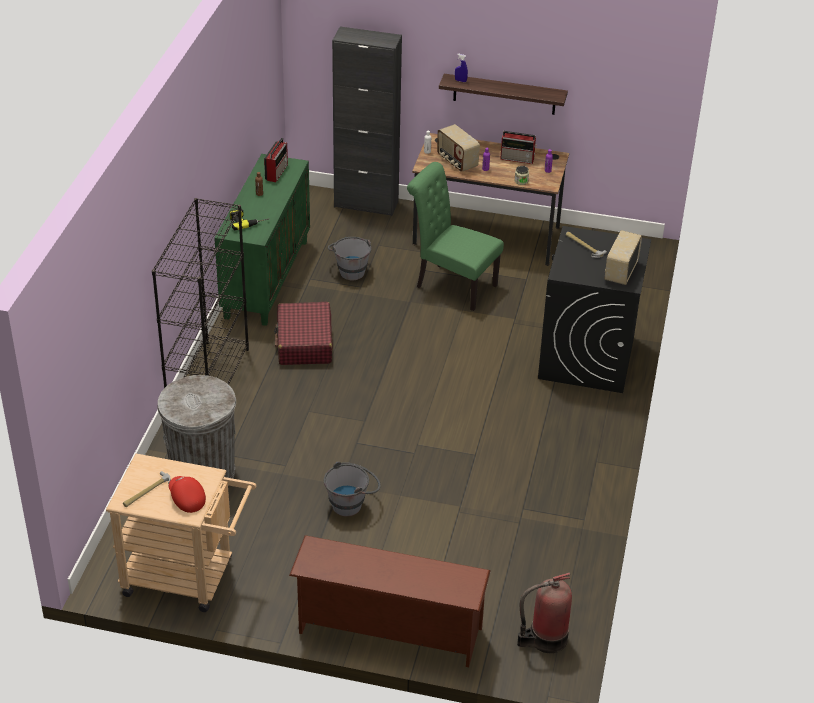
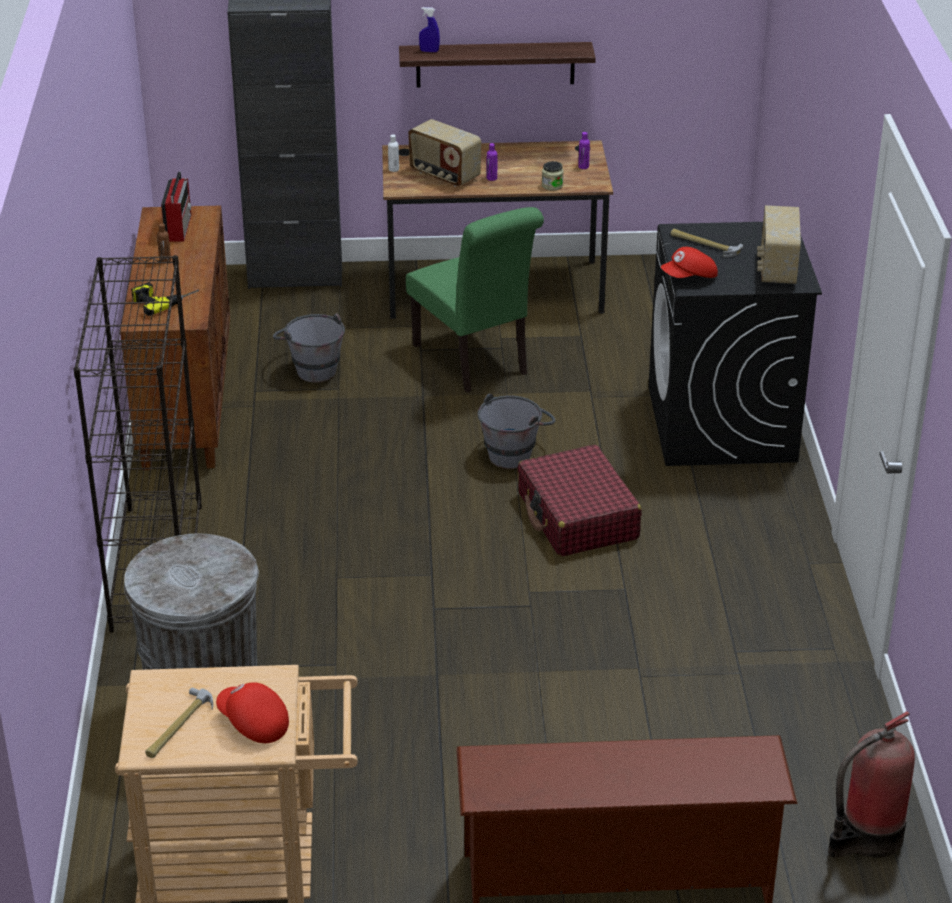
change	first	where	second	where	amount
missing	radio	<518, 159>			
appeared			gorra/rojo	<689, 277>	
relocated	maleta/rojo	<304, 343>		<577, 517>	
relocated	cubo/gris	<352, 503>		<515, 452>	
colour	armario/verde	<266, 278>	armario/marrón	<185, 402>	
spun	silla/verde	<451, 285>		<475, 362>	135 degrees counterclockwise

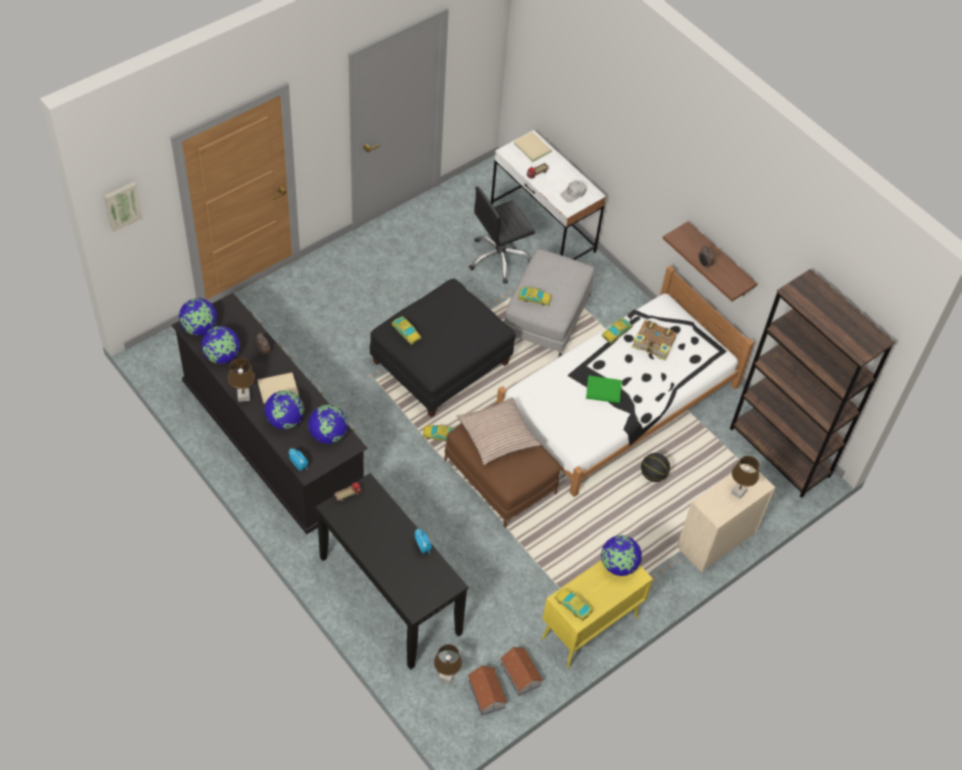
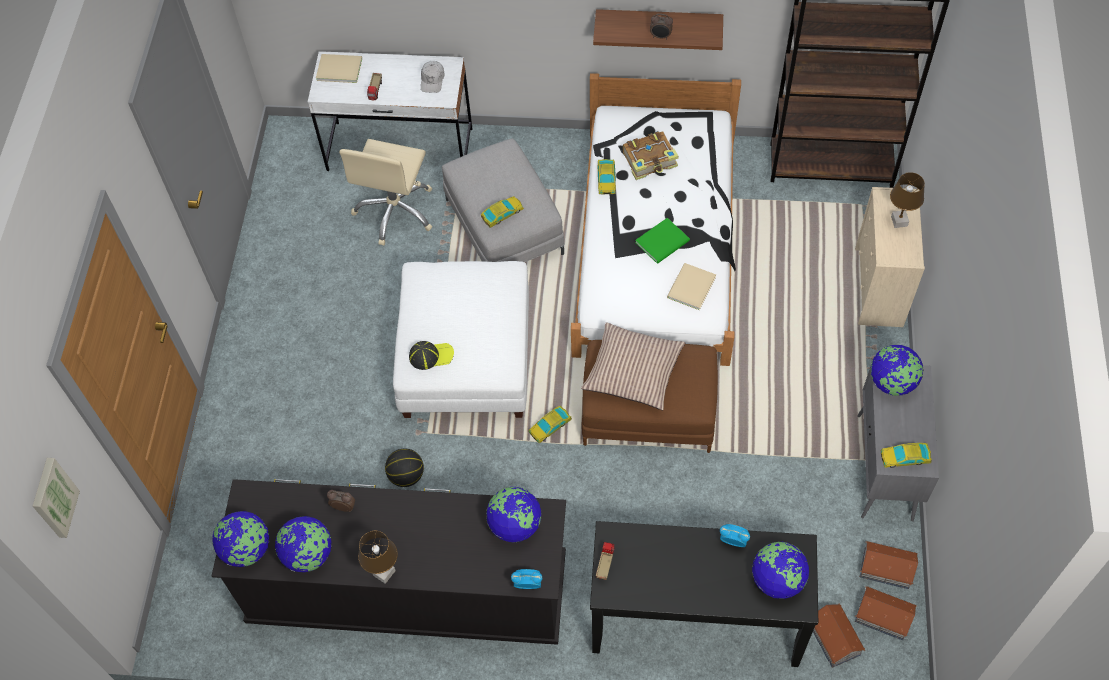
change	first	where	second	where	amount
relocated	libro/beis	<276, 388>		<689, 288>	
relocated	globo terráqueo	<285, 420>		<777, 580>	
relocated	balón de baloncesto	<653, 475>		<406, 476>	
exchanged	coche de juguete	<406, 332>	gorra	<431, 355>	
exchanged	lámpara de mesa/marrón	<446, 677>	casita	<834, 639>	
colour	puf/negro	<441, 362>	puf/blanco	<466, 358>	
colour	silla de oficina/negro	<499, 259>	silla de oficina/beis	<395, 211>	
colour	armario/amarillo	<589, 628>	armario/gris	<884, 468>	

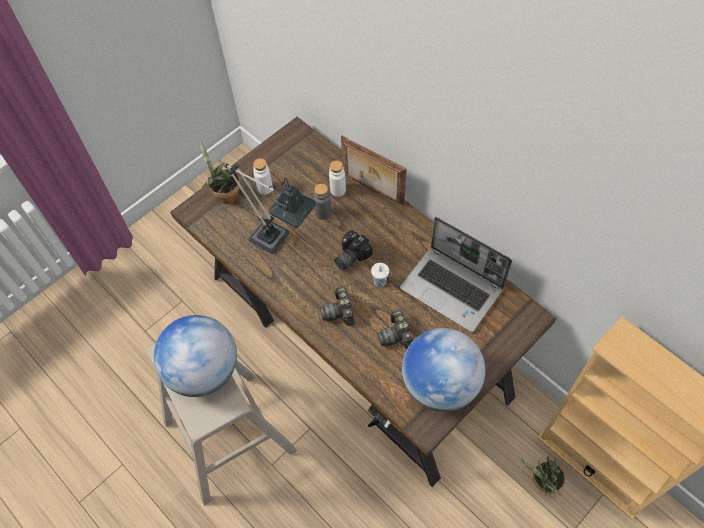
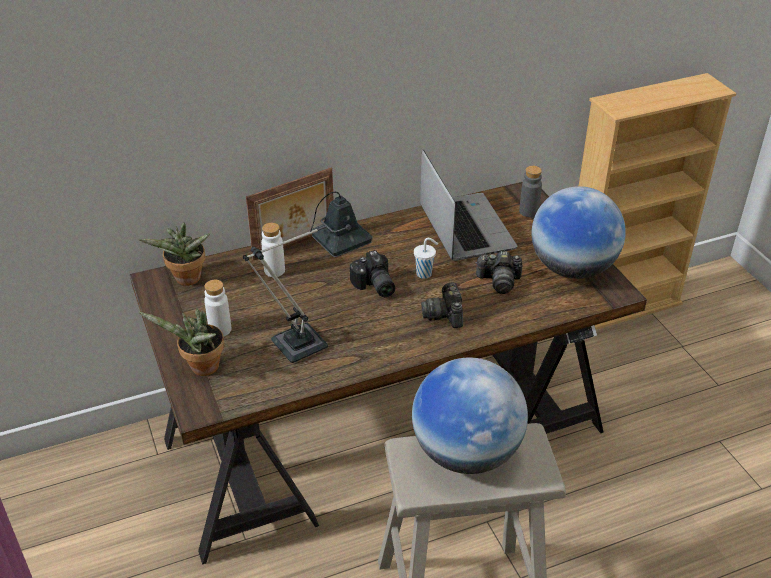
change	first	where	second	where	amount
relocated	botella/gris	<323, 213>		<528, 211>	
relocated	planta en maceta	<541, 483>		<186, 281>	
spun	cámara	<339, 312>		<445, 314>	75 degrees clockwise
spun	portátil	<453, 289>		<464, 228>	75 degrees counterclockwise

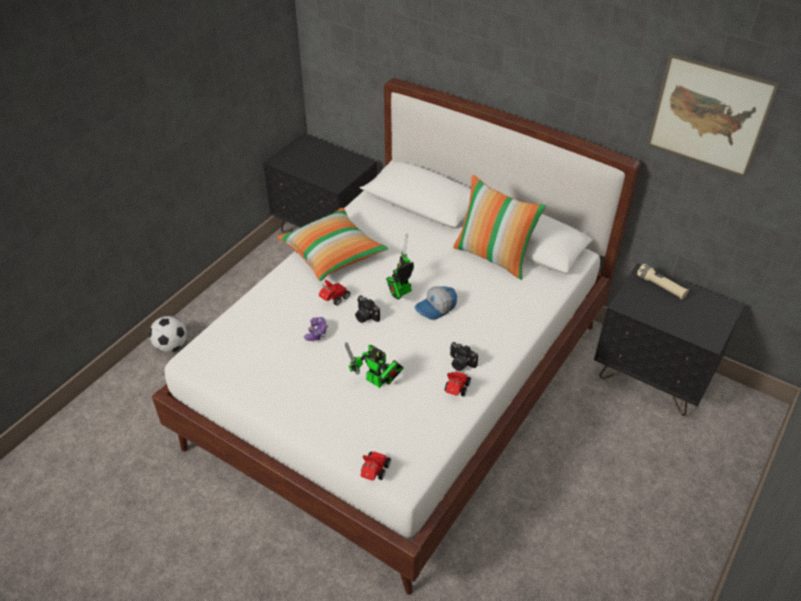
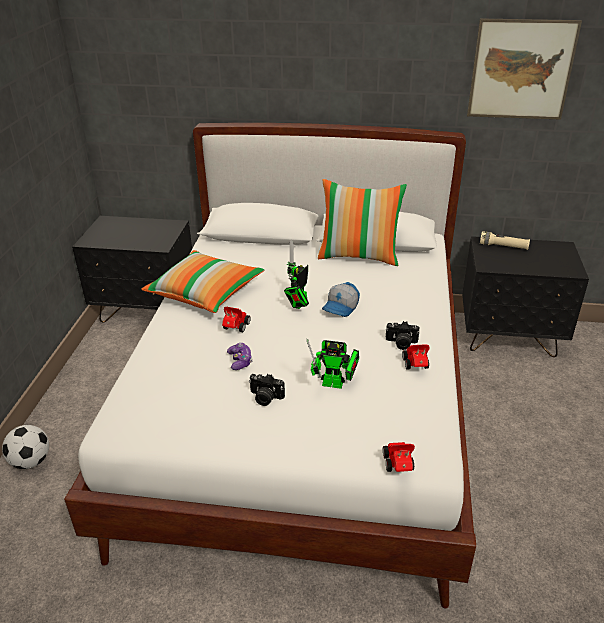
change	first	where	second	where	amount
relocated	cámara	<365, 316>		<265, 398>	

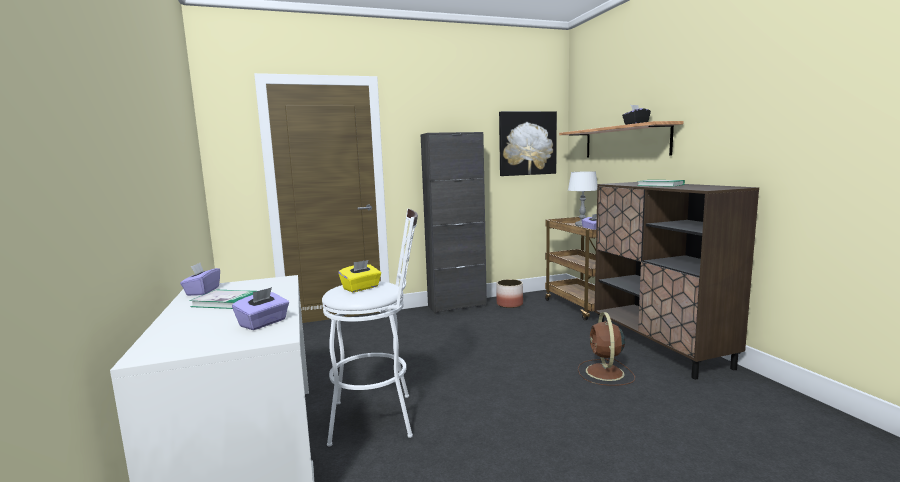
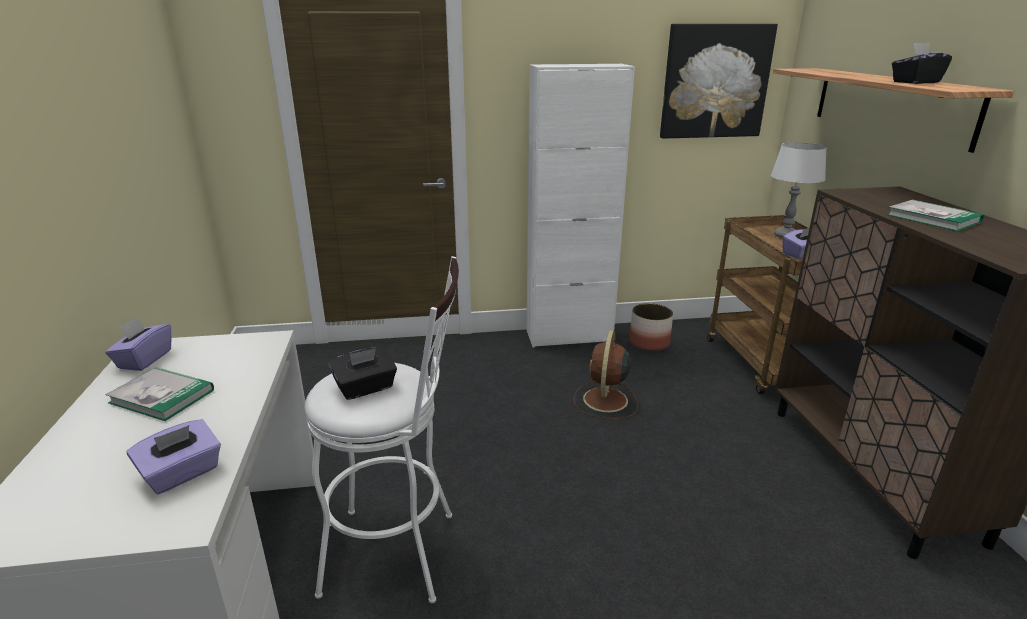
change	first	where	second	where	amount
relocated	ventilador/marrón	<605, 373>		<605, 401>	
colour	caja de pañuelos/amarillo	<361, 288>	caja de pañuelos/negro	<365, 388>	
colour	armario/negro	<457, 306>	armario/blanco	<569, 336>	

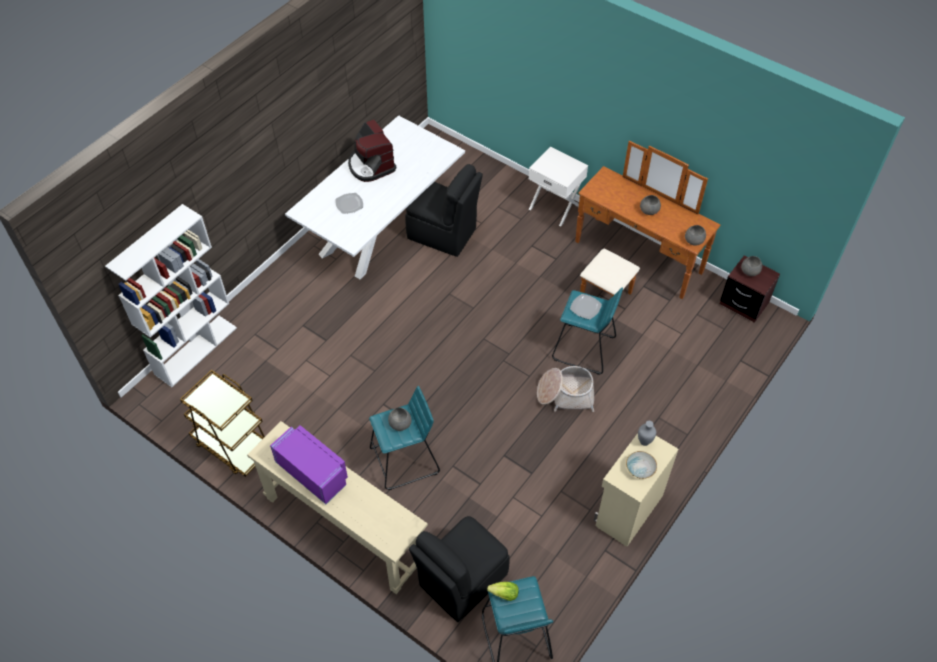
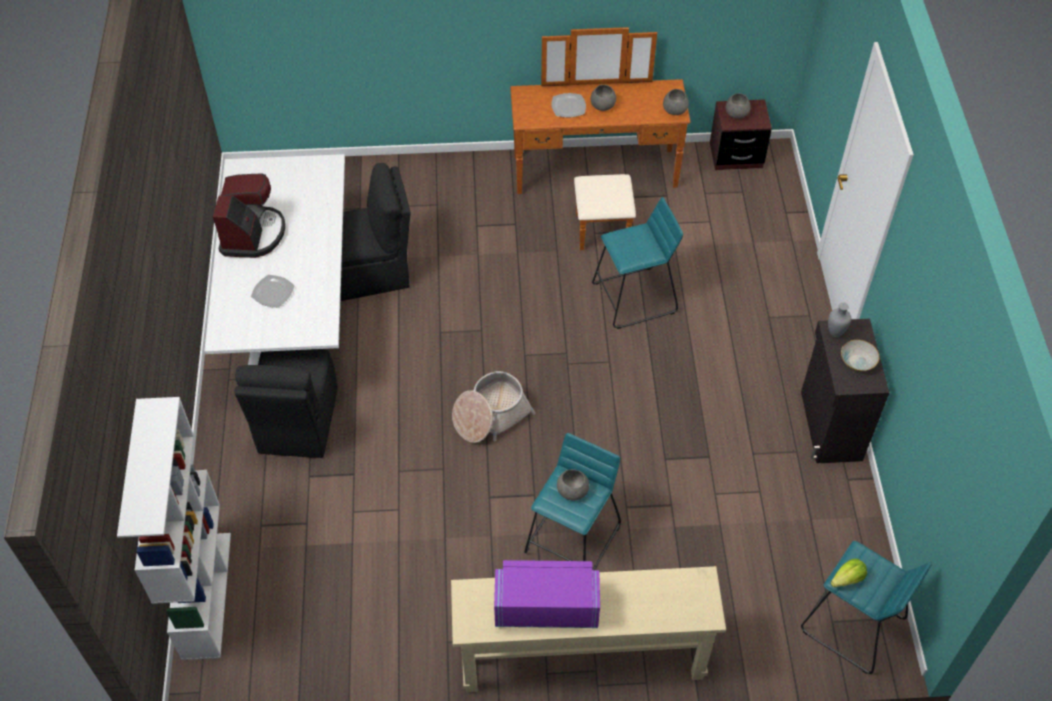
change	first	where	second	where	amount
missing	carrito/marrón	<233, 445>			
missing	mesita de noche/blanco	<555, 206>			
relocated	silla/negro	<461, 581>		<297, 423>	
relocated	cesta	<565, 394>		<490, 415>	
relocated	plato	<585, 307>		<568, 107>	
colour	armario/beis	<627, 510>	armario/negro	<829, 426>	
spun	cafetera	<371, 165>		<252, 234>	105 degrees counterclockwise

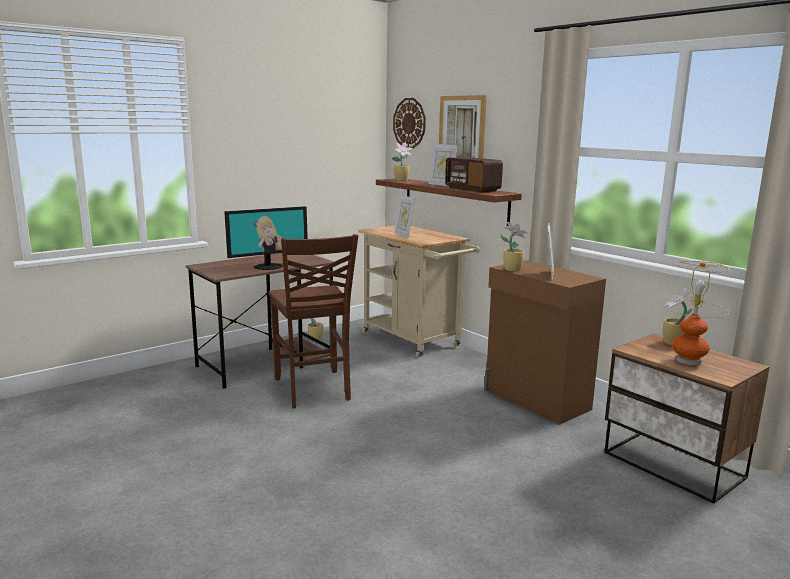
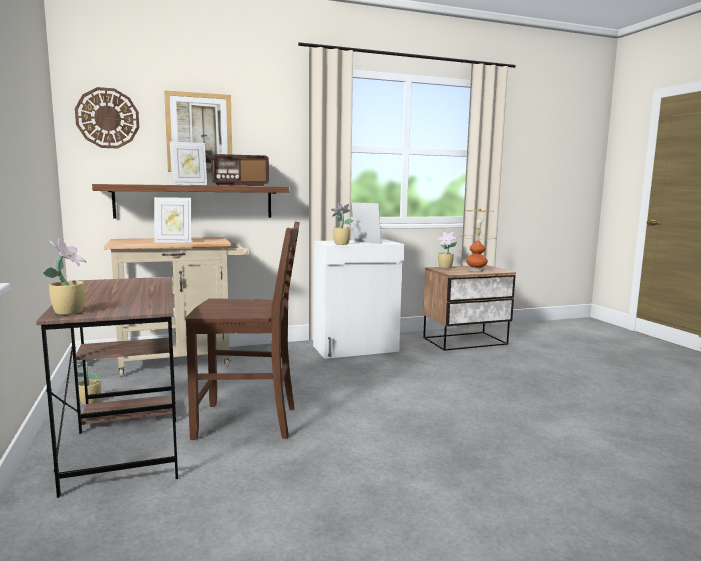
change	first	where	second	where	amount
missing	monitor	<268, 266>			
relocated	planta en maceta	<402, 180>		<70, 312>	
colour	armario/marrón	<536, 400>	armario/blanco	<356, 349>	

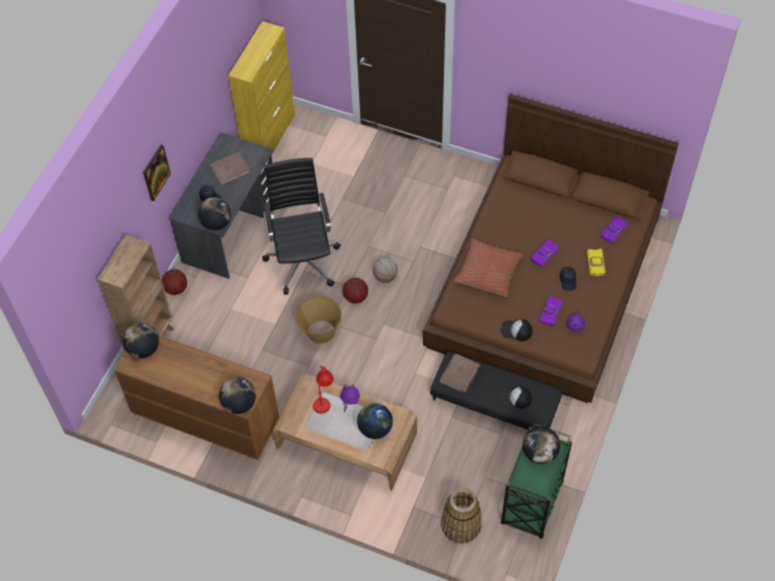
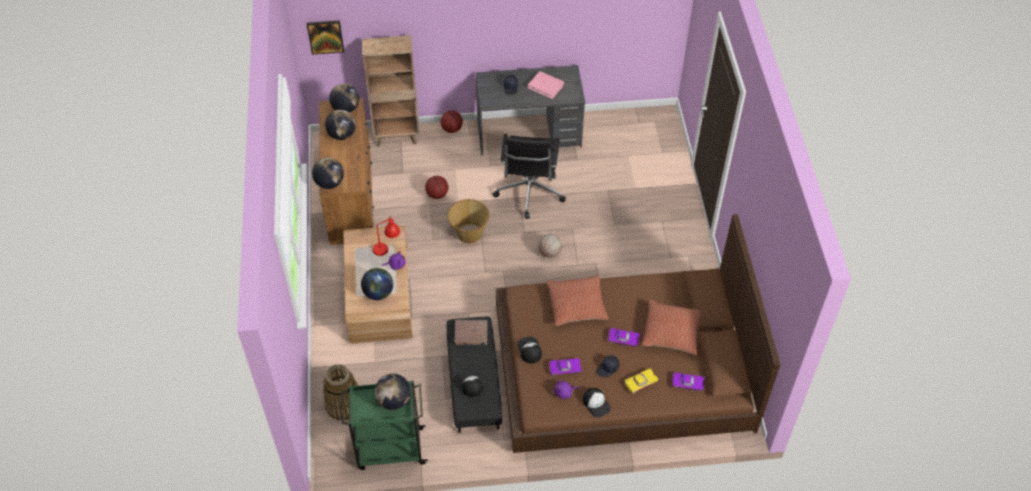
change	first	where	second	where	amount
missing	armario/amarillo	<269, 137>			
appeared			gorra	<596, 404>	
appeared			cojín	<671, 332>	
relocated	cuadro	<155, 172>		<325, 36>	
relocated	globo terráqueo	<216, 223>		<342, 135>	
relocated	balón de baloncesto	<355, 297>		<437, 194>	
colour	libro/marrón	<230, 169>	libro/rosa	<546, 86>	
spun	silla de oficina/negro	<303, 260>		<529, 192>	135 degrees clockwise

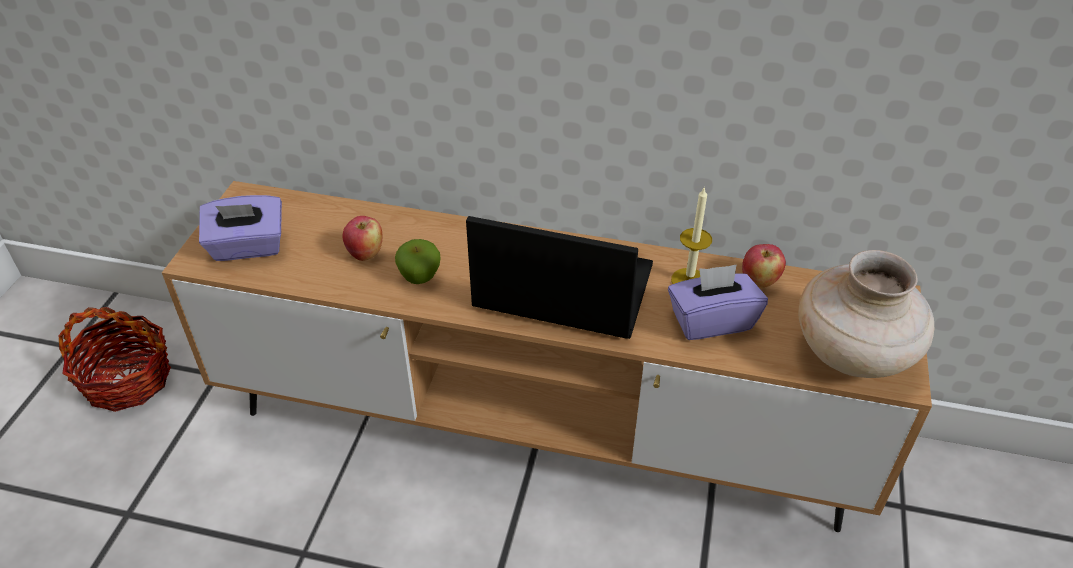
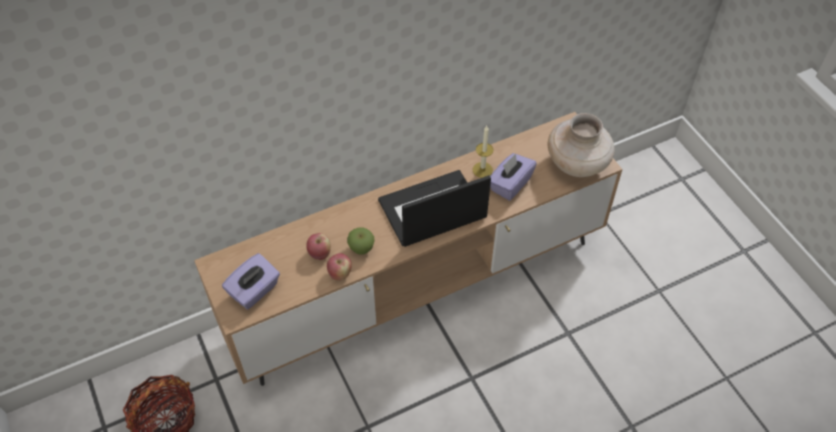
change	first	where	second	where	amount
relocated	manzana	<759, 281>		<340, 274>	

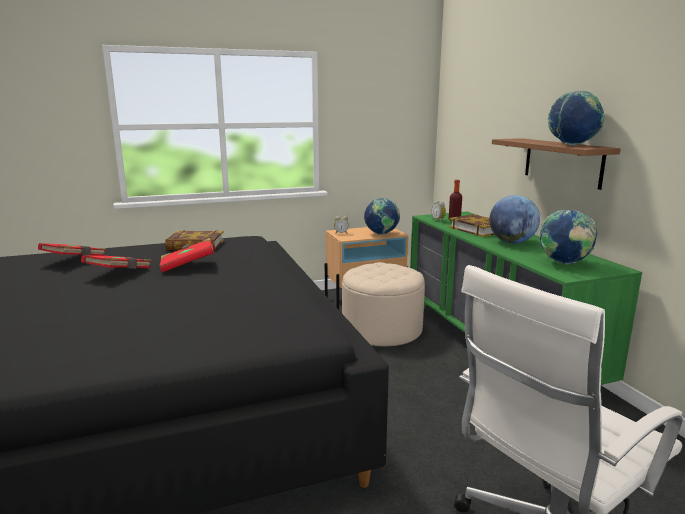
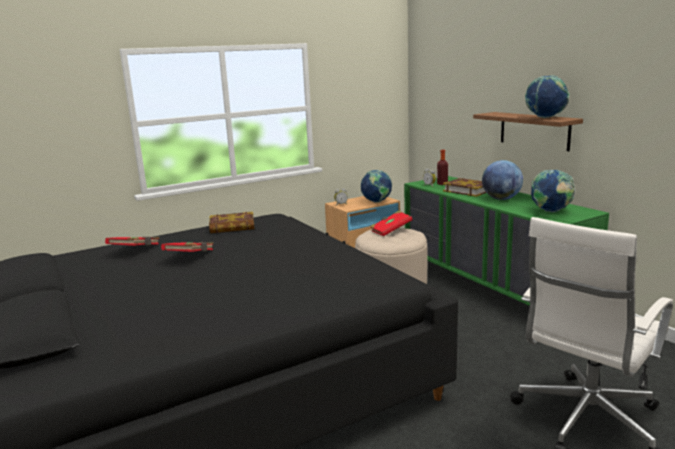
change	first	where	second	where	amount
relocated	libro/rojo	<188, 266>		<390, 231>	

